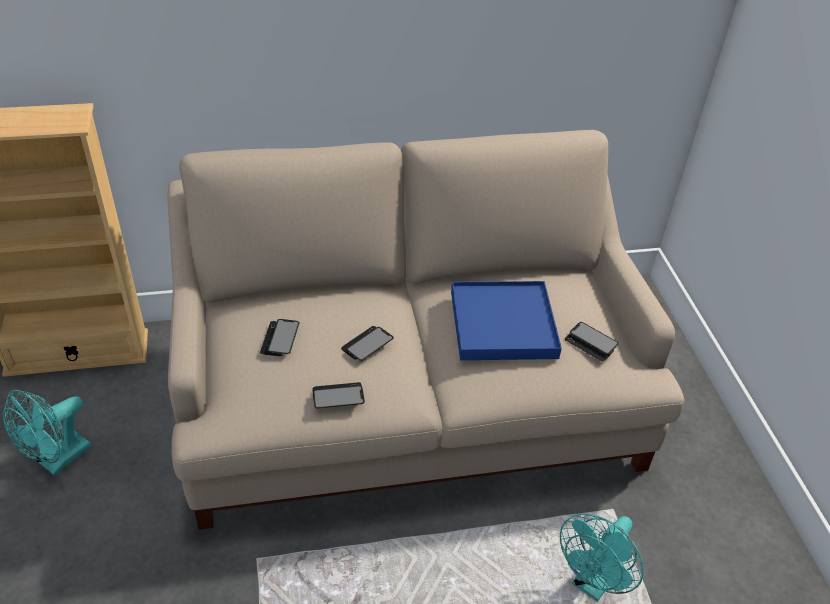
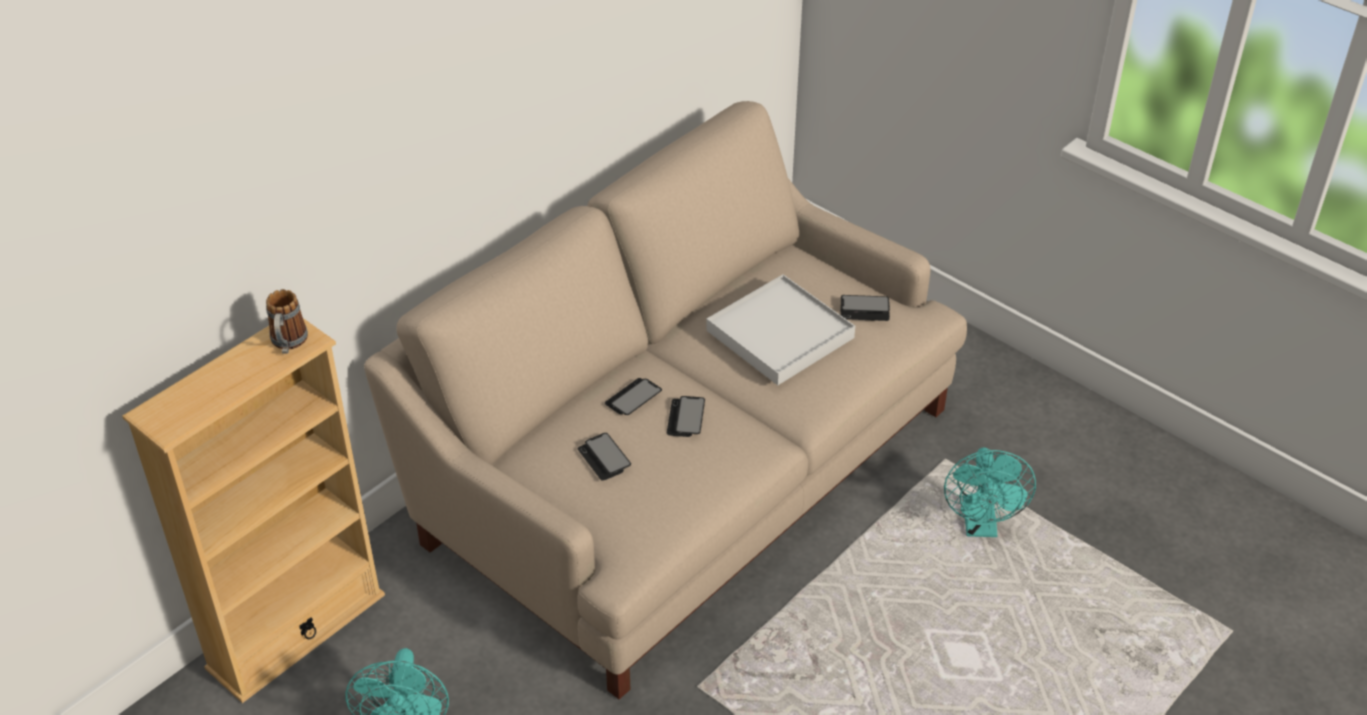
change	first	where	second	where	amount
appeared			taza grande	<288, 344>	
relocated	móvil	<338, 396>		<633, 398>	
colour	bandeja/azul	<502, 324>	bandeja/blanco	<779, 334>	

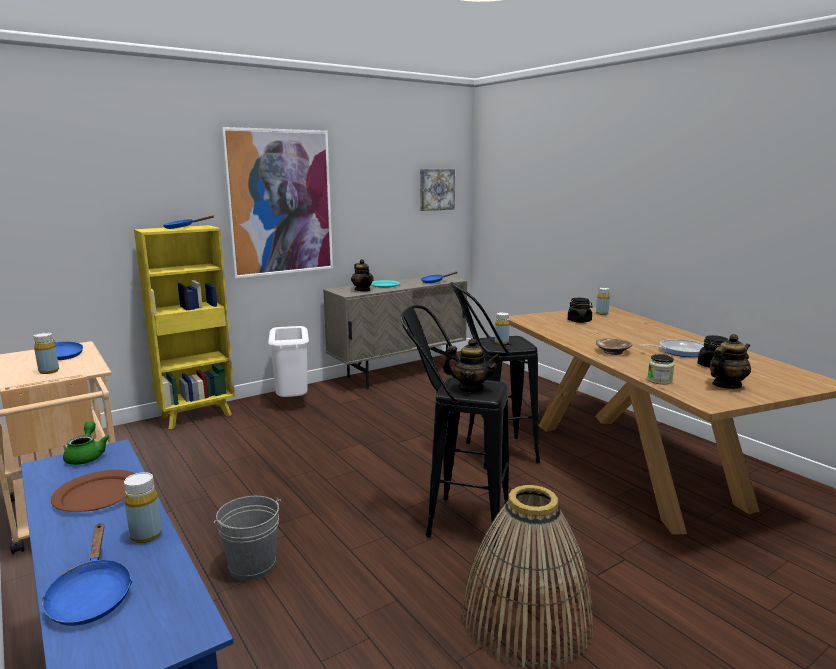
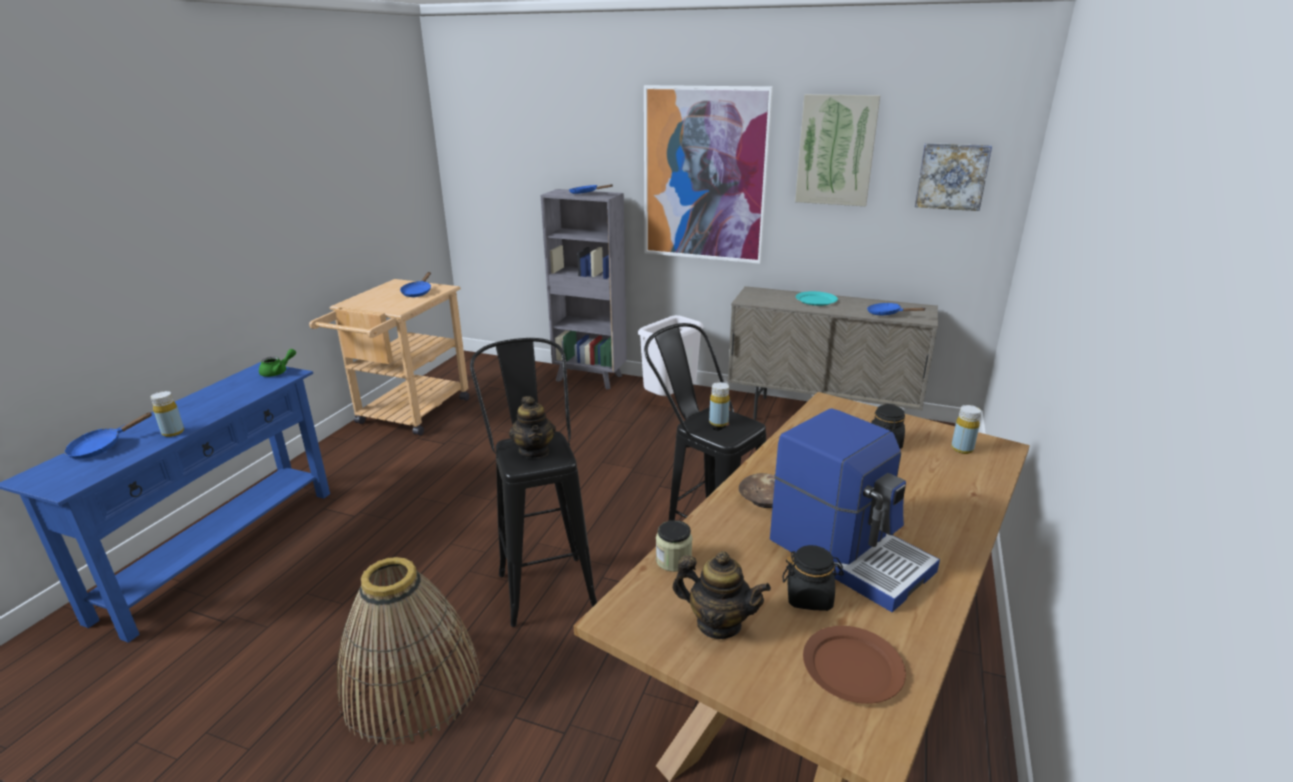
change	first	where	second	where	amount
missing	botella/amarillo	<49, 371>			
missing	cubo/gris	<252, 566>			
missing	tetera	<362, 290>			
appeared			cuadro	<836, 150>	
relocated	plato/marrón	<97, 495>		<851, 667>	
exchanged	sartén	<680, 351>	cafetera	<849, 553>	
colour	estantería/amarillo	<198, 416>	estantería/gris	<590, 378>	

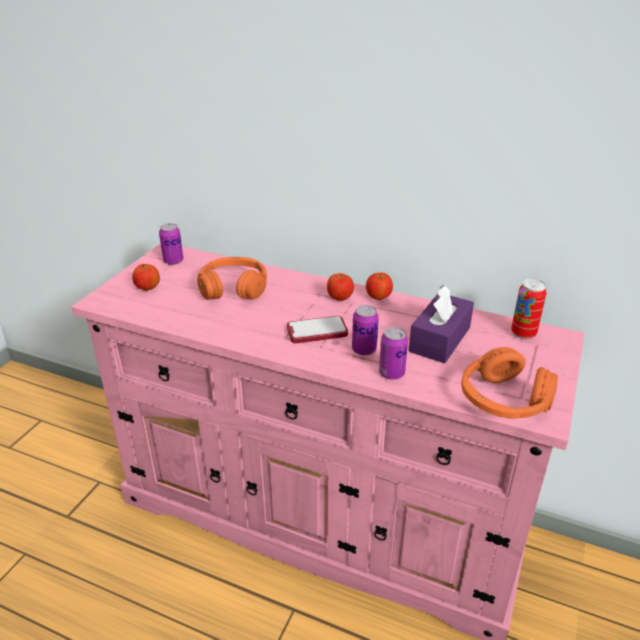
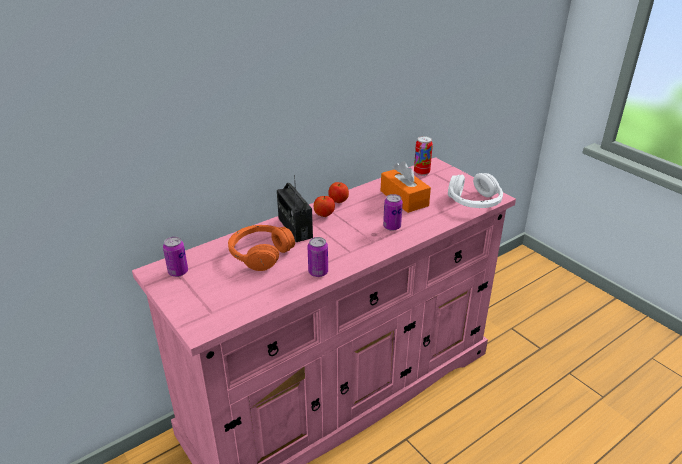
change	first	where	second	where	amount
missing	manzana	<148, 288>			
missing	móvil	<317, 331>			
appeared			radio	<295, 228>	
relocated	lata	<391, 373>		<318, 272>	
colour	caja de pañuelos/morado	<440, 339>	caja de pañuelos/naranja	<404, 198>	
colour	auriculares/naranja	<503, 400>	auriculares/blanco	<474, 202>	

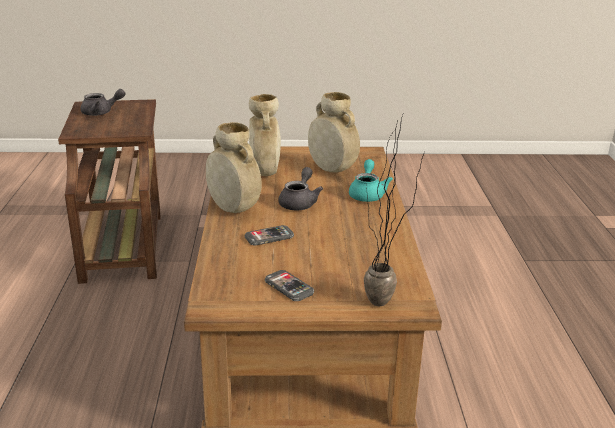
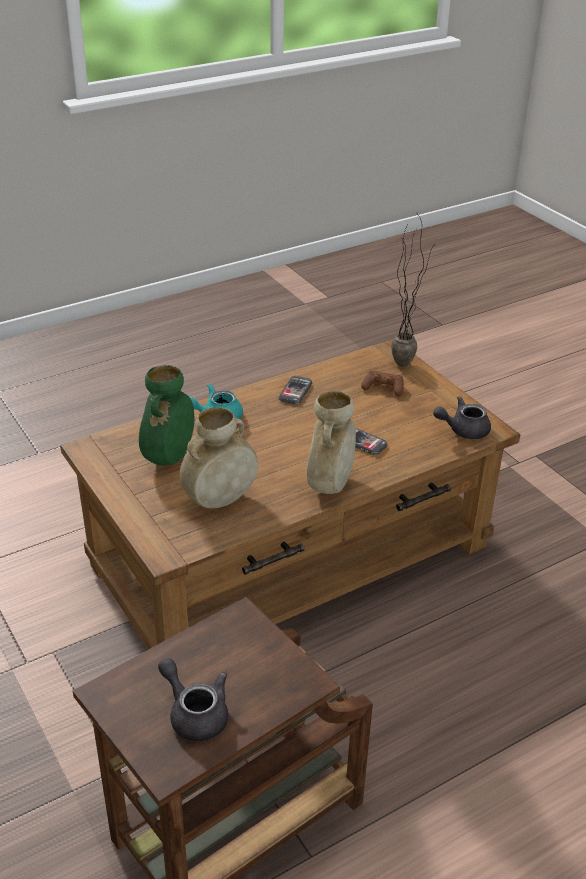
change	first	where	second	where	amount
appeared			mando de consola/marrón	<383, 387>	
relocated	móvil	<289, 287>		<295, 391>	
relocated	tetera/gris	<299, 202>		<463, 430>	
colour	florero/beis	<331, 170>	florero/verde	<169, 457>	

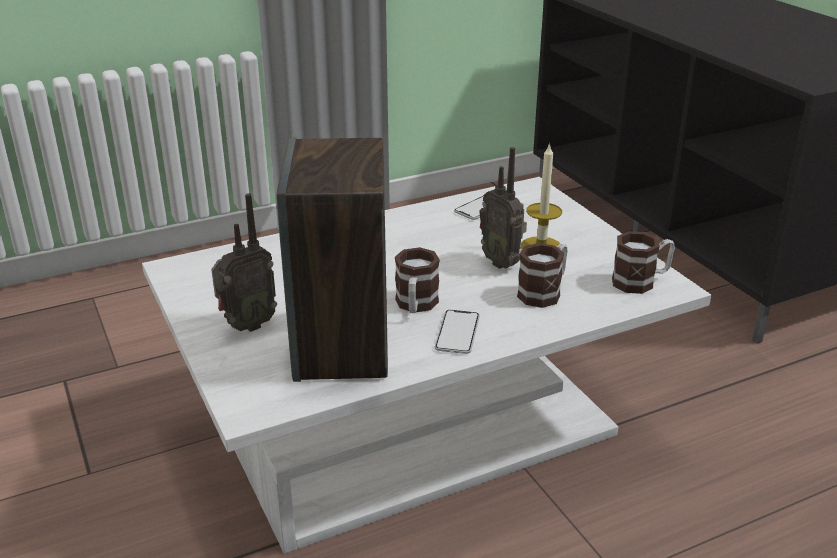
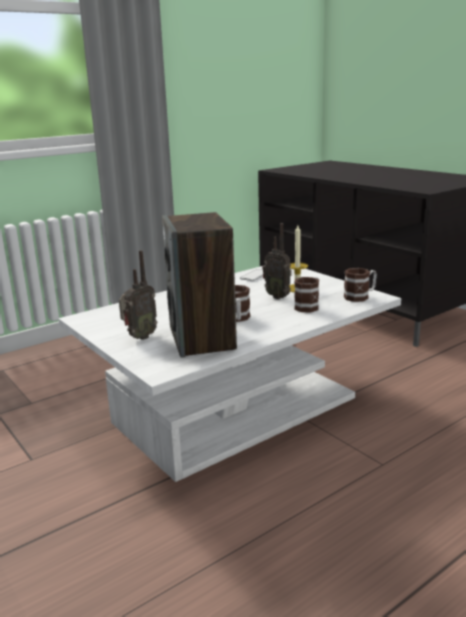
change	first	where	second	where	amount
missing	móvil	<457, 333>			

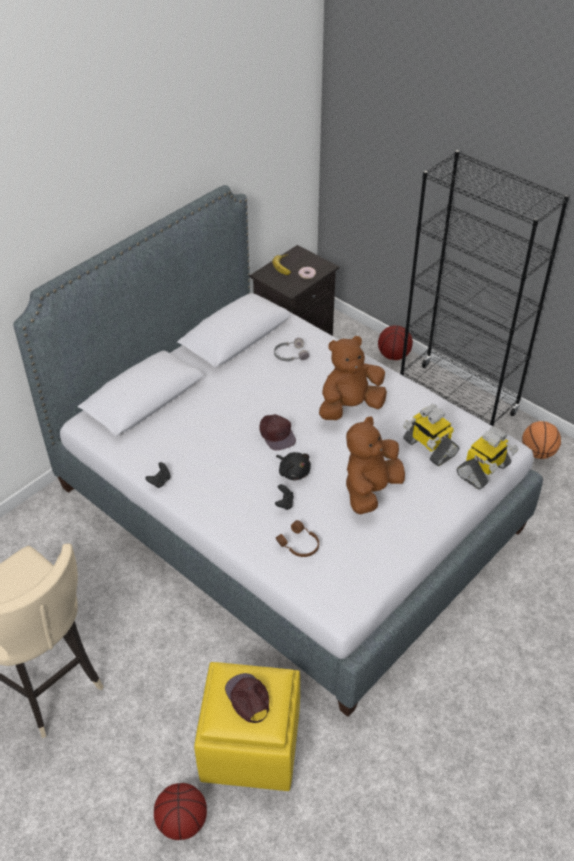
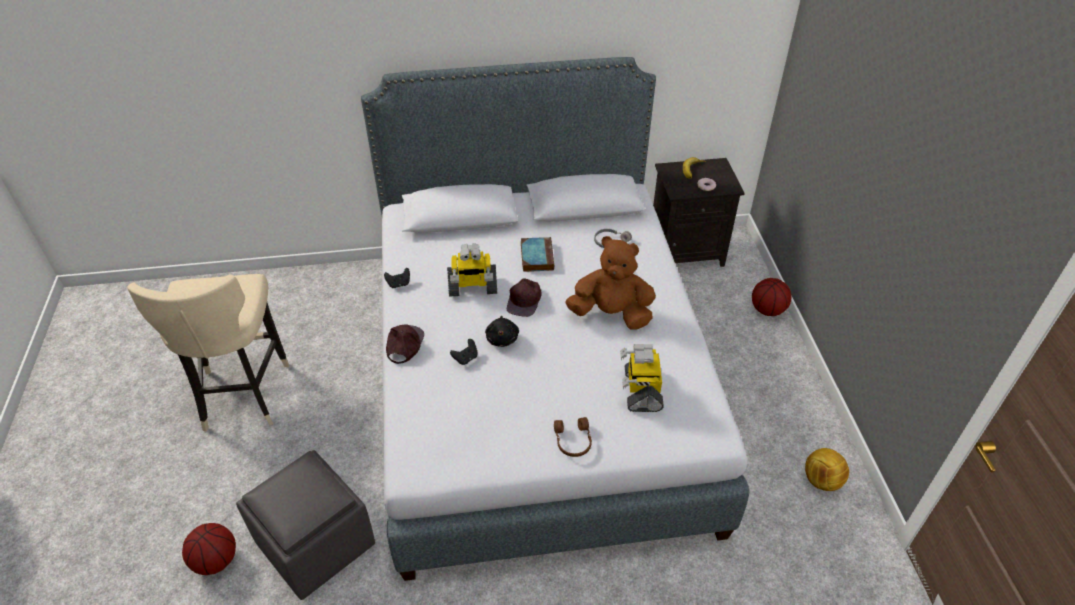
change	first	where	second	where	amount
missing	peluche/marrón	<370, 490>			
missing	estantería/negro	<457, 400>			
appeared			libro	<536, 256>	
relocated	gorra/marrón	<247, 699>		<404, 345>	
relocated	auriculares/marrón	<299, 545>		<572, 441>	
relocated	robot de juguete	<483, 471>		<472, 287>	
exchanged	balón de baloncesto	<537, 453>	balón de fútbol	<821, 480>	
colour	puf/amarillo	<249, 746>	puf/gris	<314, 544>	

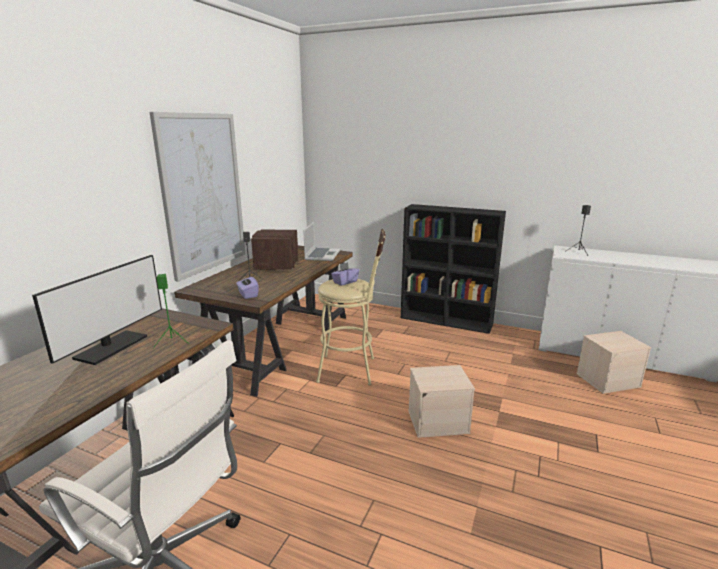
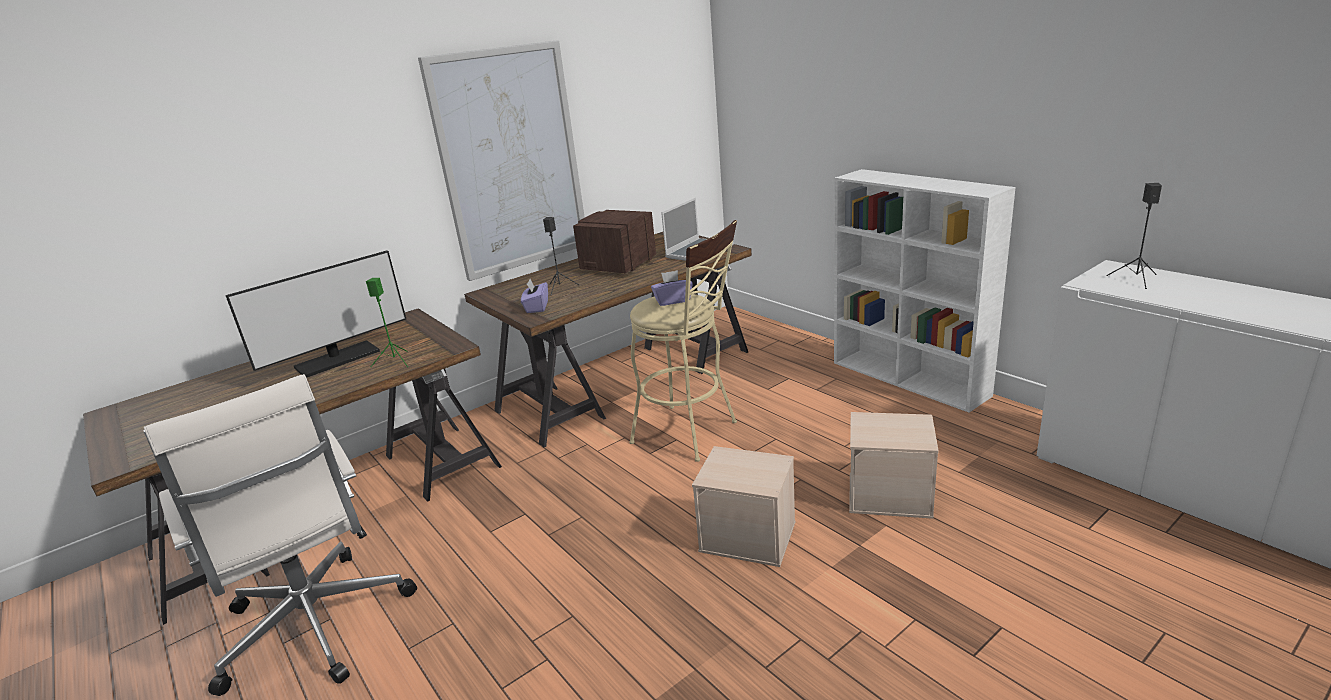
change	first	where	second	where	amount
relocated	caja de almacenaje/beis	<608, 380>		<890, 494>	
colour	estantería/negro	<447, 321>	estantería/blanco	<910, 379>	

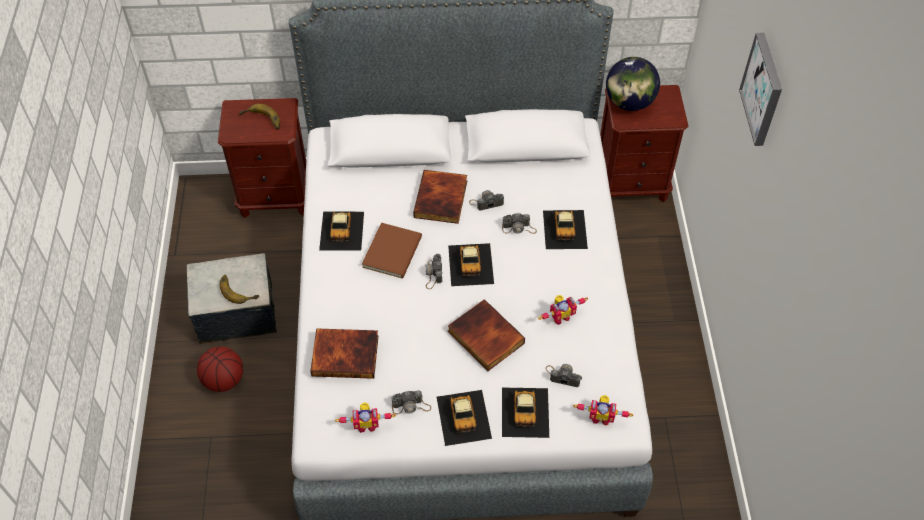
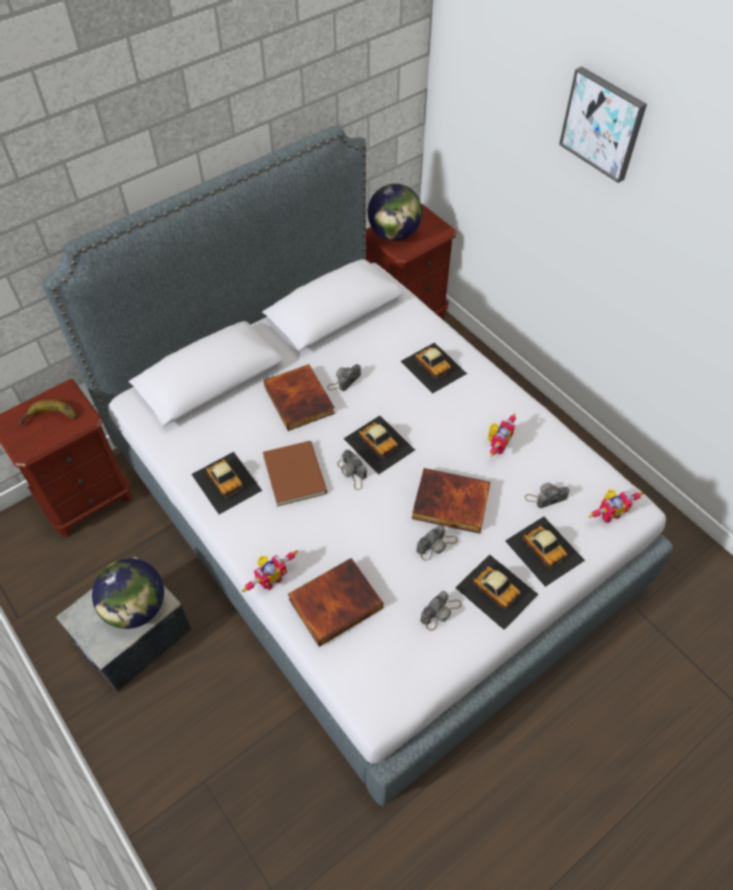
change	first	where	second	where	amount
missing	balón de baloncesto	<224, 379>			
relocated	robot de juguete	<366, 424>		<270, 579>	
relocated	cámara	<519, 228>		<436, 545>	
exchanged	plátano	<239, 289>	globo terráqueo	<136, 608>	

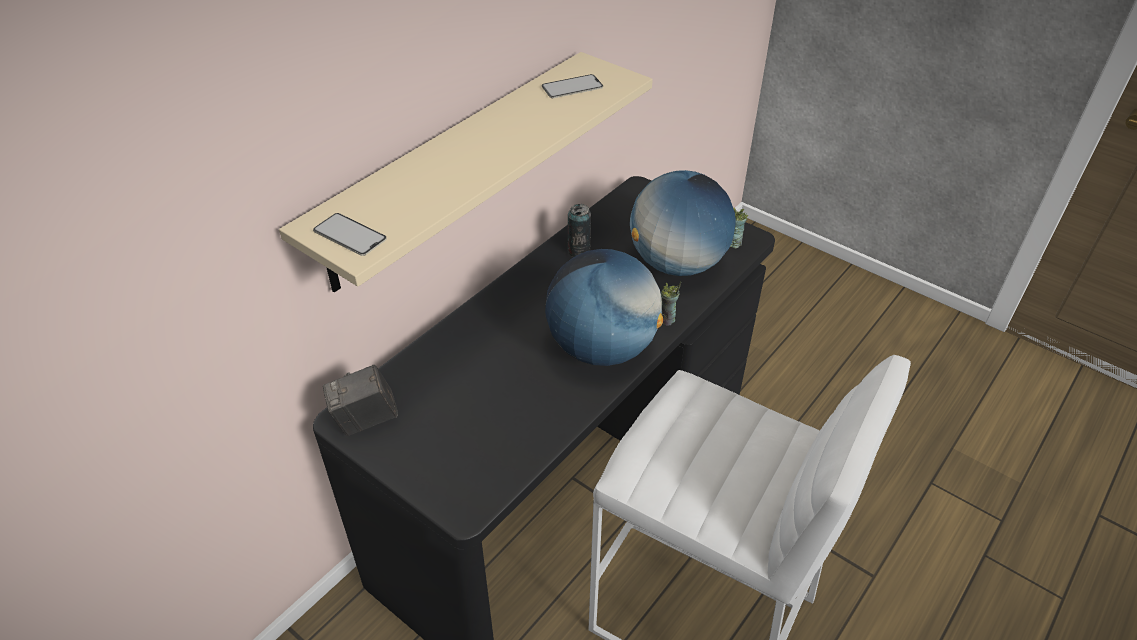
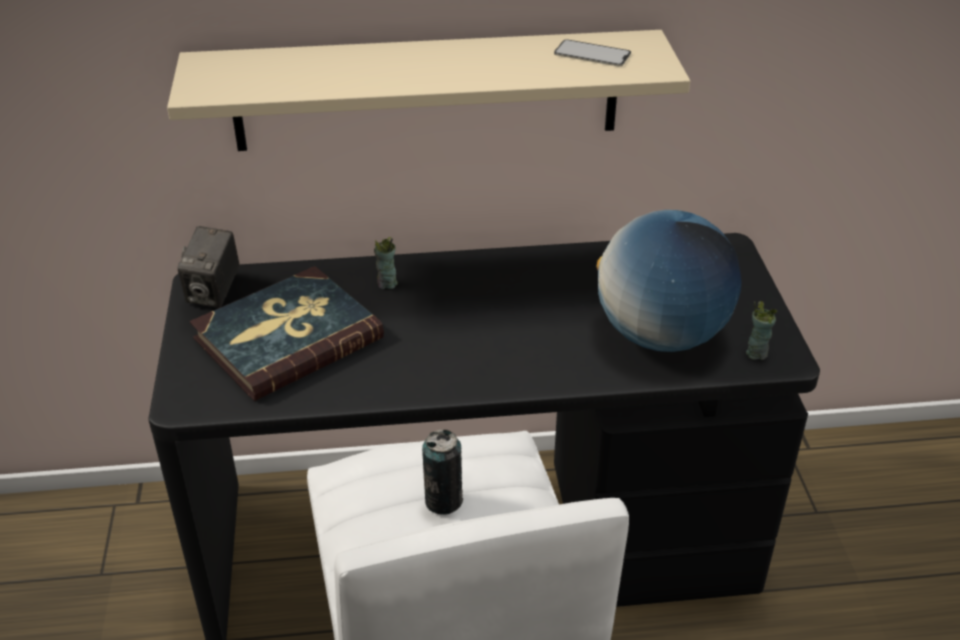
change	first	where	second	where	amount
missing	móvil	<350, 235>			
missing	globo terráqueo	<602, 348>			
appeared			libro	<287, 338>	
relocated	lata	<579, 251>		<443, 500>	
relocated	taza	<667, 320>		<387, 284>	
spun	cámara	<365, 420>		<214, 292>	105 degrees counterclockwise

